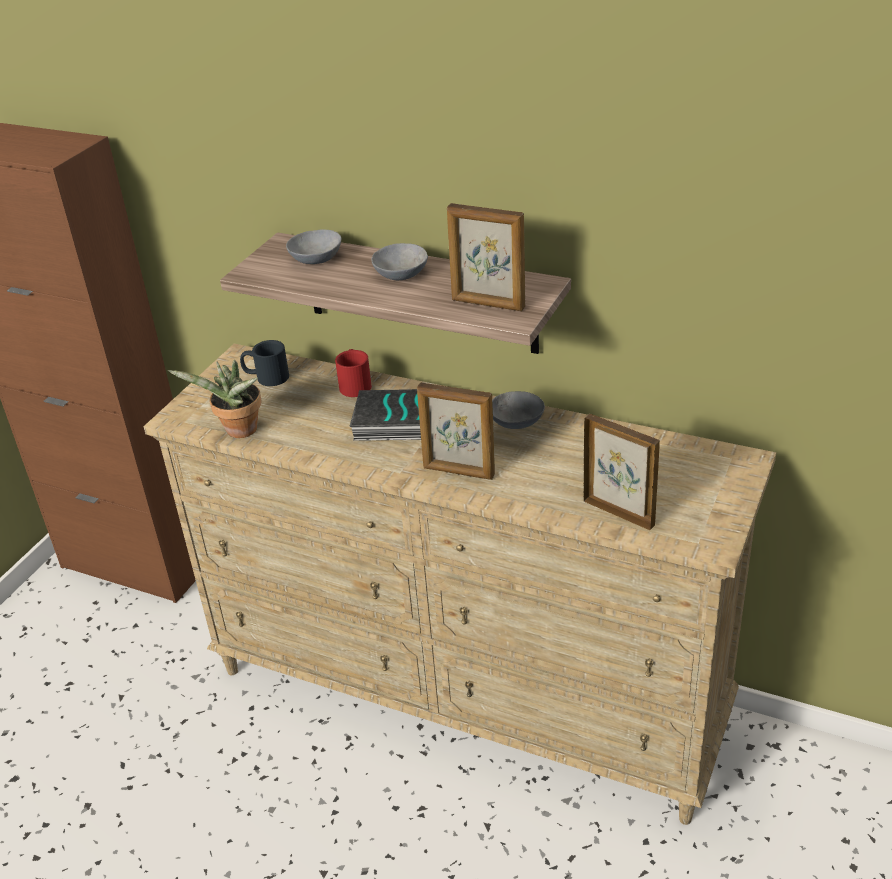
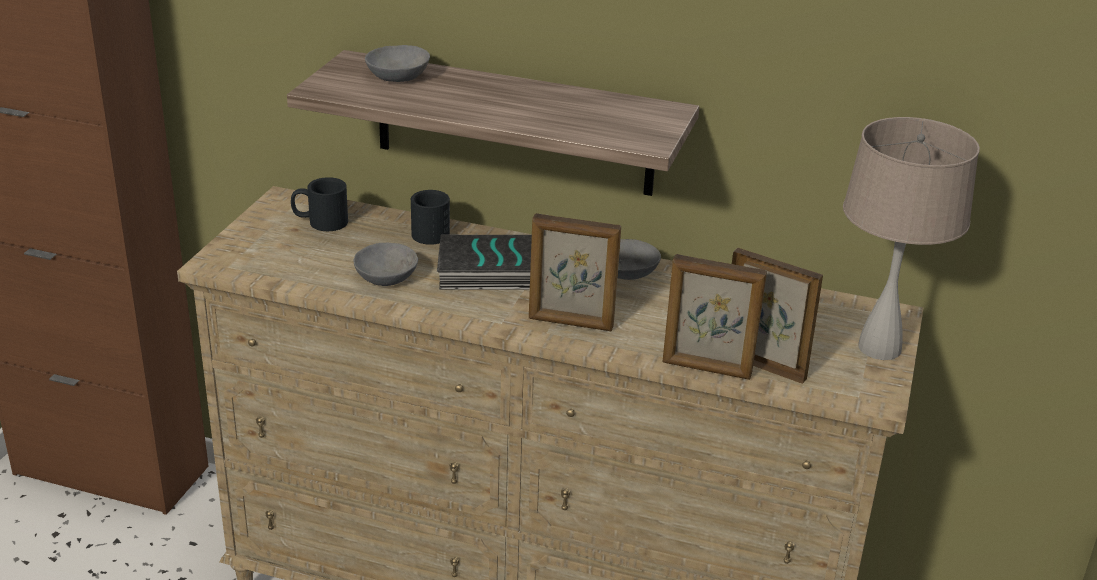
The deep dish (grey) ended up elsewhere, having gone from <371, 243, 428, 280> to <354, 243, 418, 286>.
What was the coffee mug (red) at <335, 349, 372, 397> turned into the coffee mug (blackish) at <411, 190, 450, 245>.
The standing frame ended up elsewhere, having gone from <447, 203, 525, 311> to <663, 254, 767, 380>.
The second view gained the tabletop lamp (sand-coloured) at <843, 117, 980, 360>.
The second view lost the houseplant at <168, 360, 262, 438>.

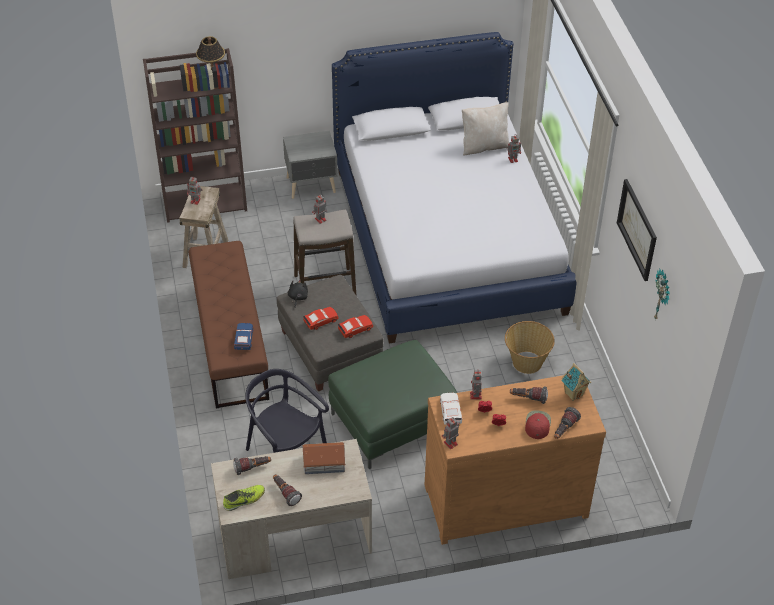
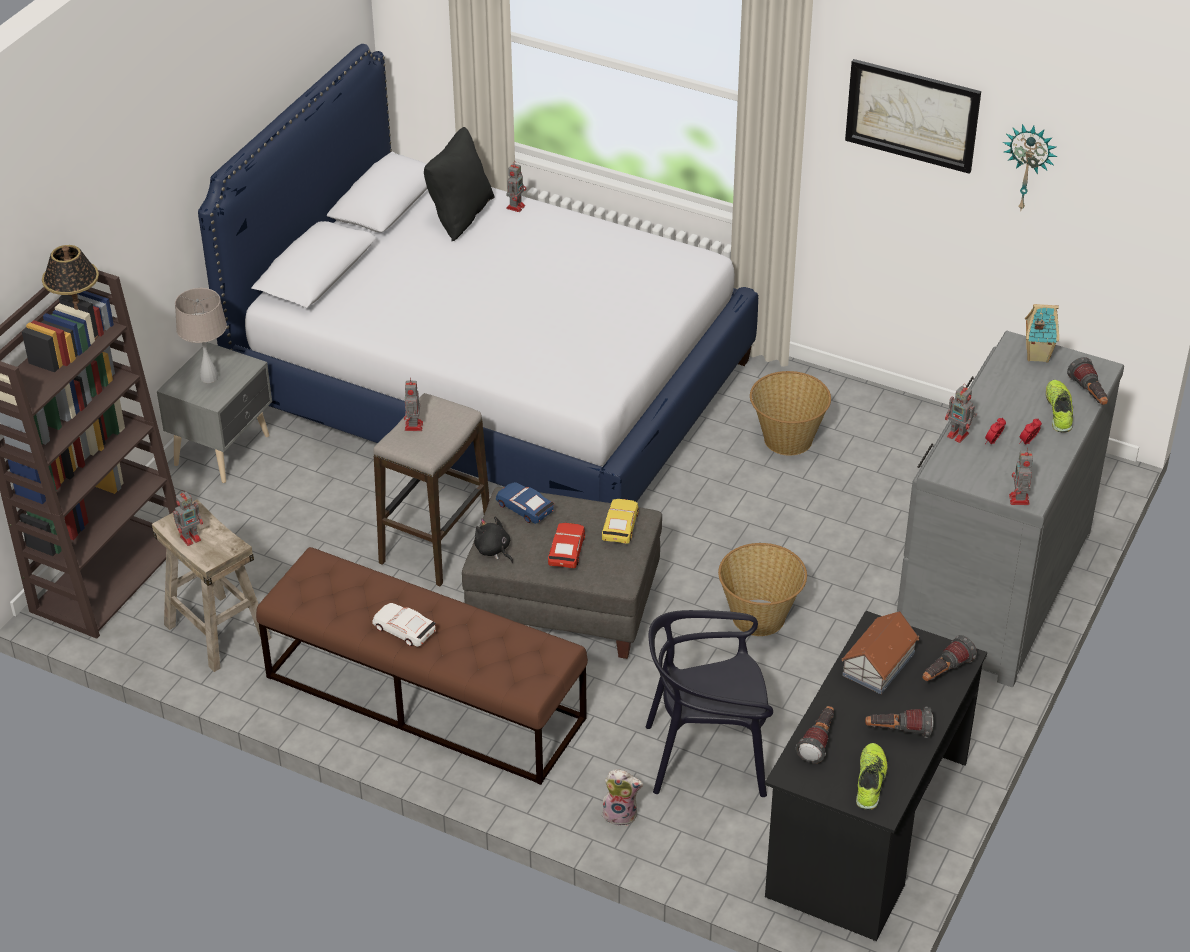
The second view gained the tabletop lamp (sand-coloured) at <175, 288, 227, 383>.
The toy car (whitish) ended up elsewhere, having gone from <440, 393, 462, 425> to <372, 603, 436, 647>.
What was the cushion (sand-coloured) at <462, 102, 509, 156> turned into the cushion (blackish) at <424, 127, 495, 241>.
The toy car (blue-coloured) ended up elsewhere, having gone from <234, 323, 253, 350> to <496, 482, 554, 524>.
What was the toy car (red) at <338, 315, 373, 338> turned into the toy car (yellow) at <602, 499, 639, 544>.
The second view gained the plush toy at <602, 769, 643, 826>.
Where the ottoman (green) stood at <328, 340, 457, 469>, the basket came to stand at <718, 543, 807, 636>.
What was the desk unit (sand-coloured) at <211, 439, 372, 579> turned into the desk unit (blackish) at <765, 611, 987, 941>.
What was the dresser (brownish) at <425, 375, 606, 545> turned into the dresser (grey) at <897, 331, 1124, 687>.
The hand torch ended up elsewhere, having gone from <510, 386, 548, 404> to <922, 635, 977, 681>.
Where the cap (red) stood at <525, 410, 551, 439>, the item of footwear came to stand at <1046, 380, 1073, 432>.

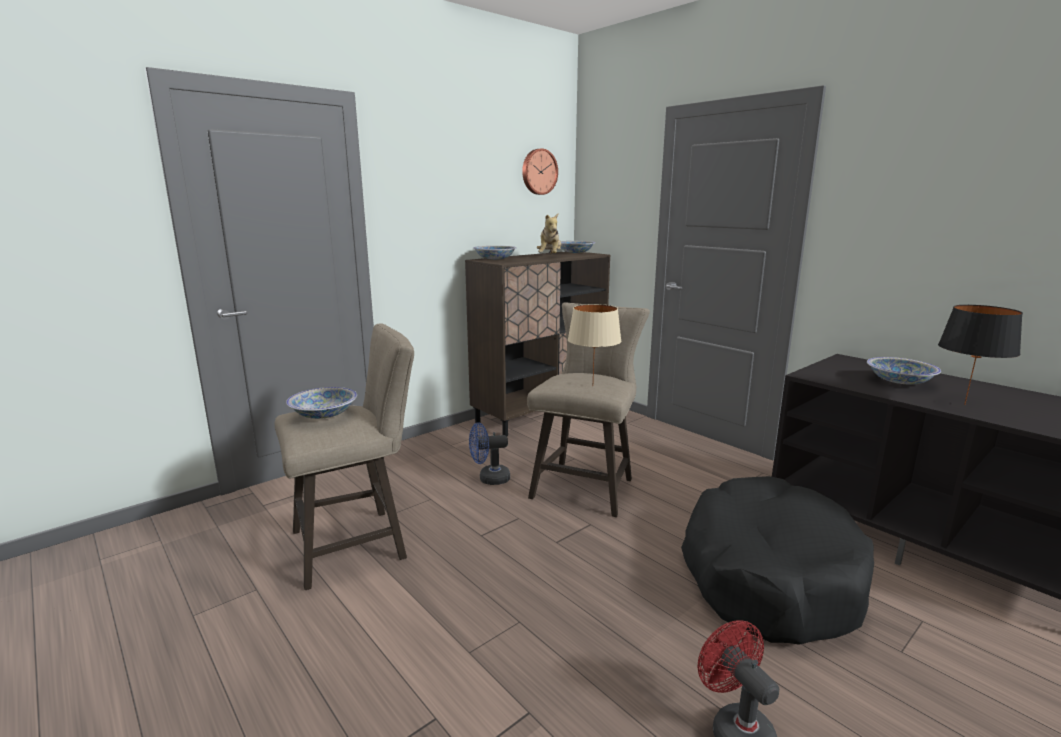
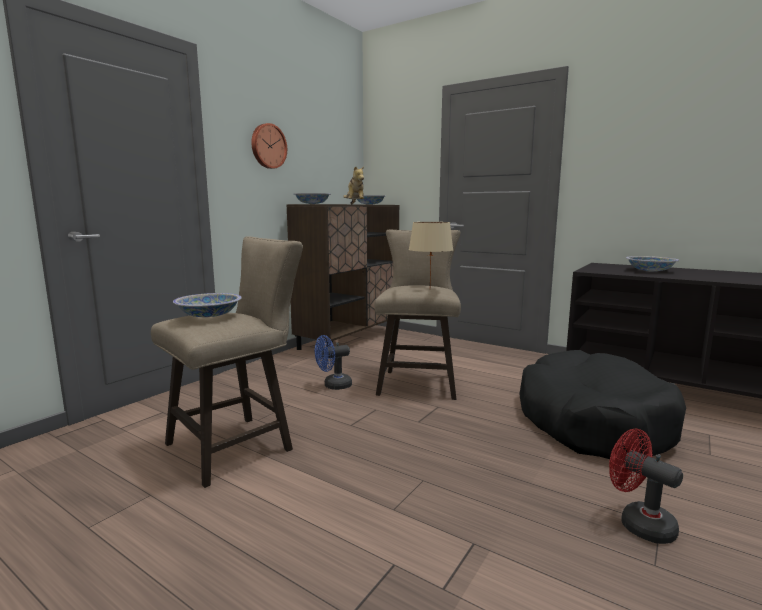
The wall clock ended up elsewhere, having gone from <522, 149, 558, 195> to <251, 123, 287, 169>.
The second view lost the tabletop lamp (blackish) at <938, 305, 1023, 405>.

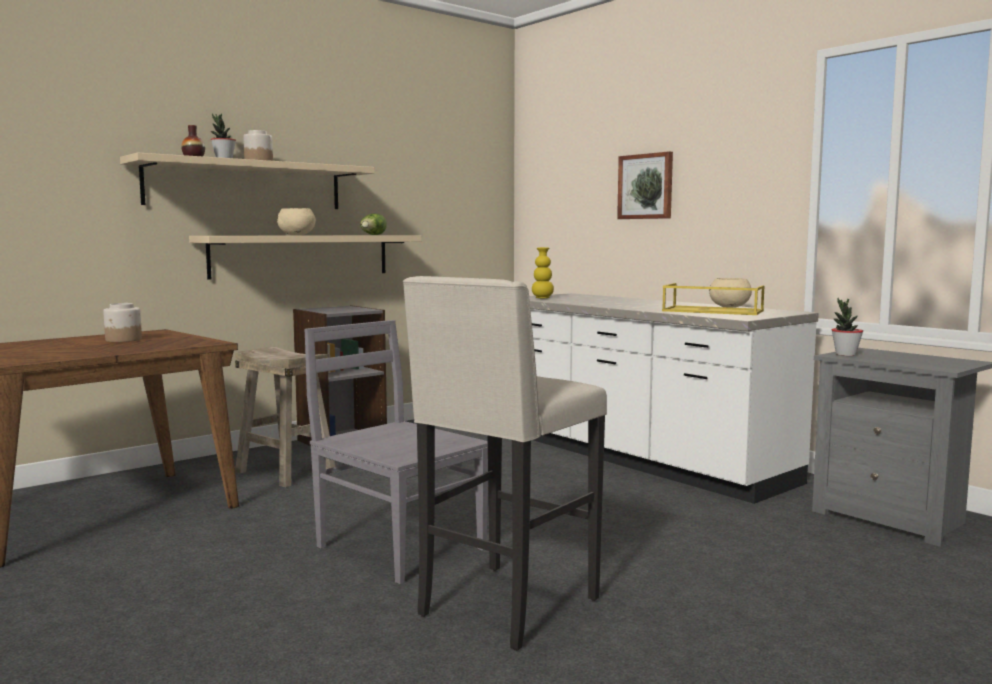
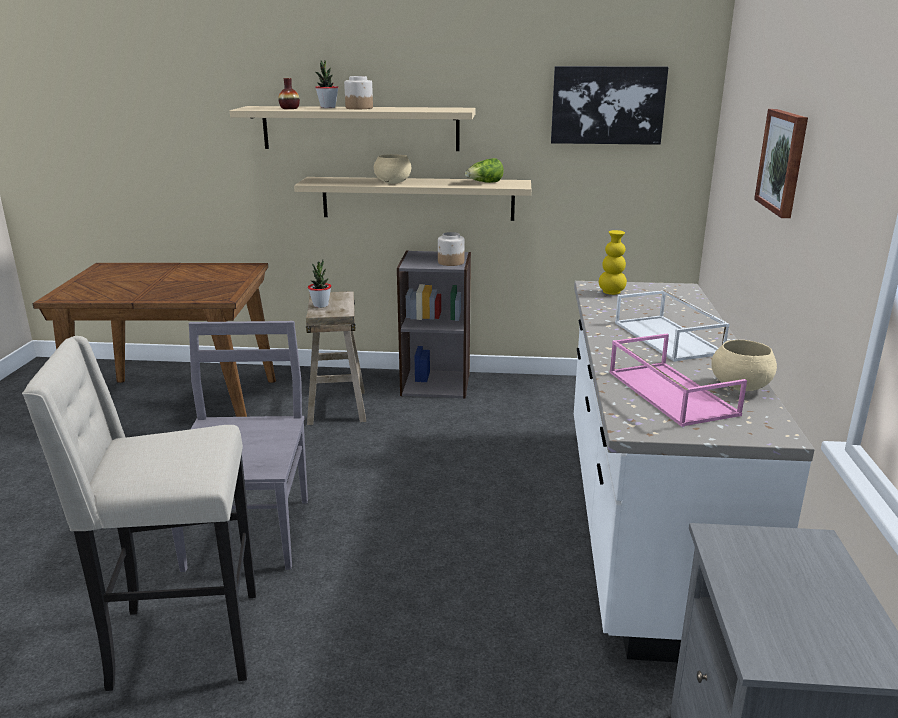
The houseplant ended up elsewhere, having gone from <832, 298, 863, 356> to <308, 260, 331, 308>.
The jar ended up elsewhere, having gone from <103, 303, 142, 342> to <438, 232, 465, 266>.
The second view gained the wall art at <551, 66, 669, 145>.
What was the tray (yellow) at <662, 283, 764, 315> turned into the tray (pinkish) at <610, 334, 747, 427>.
The second view gained the tray (whitish) at <615, 290, 730, 362>.

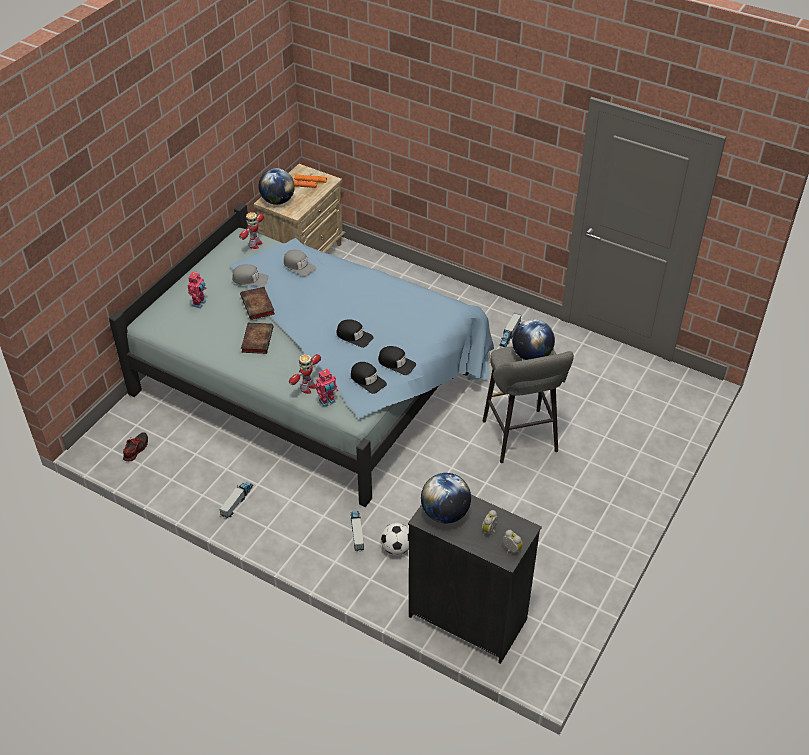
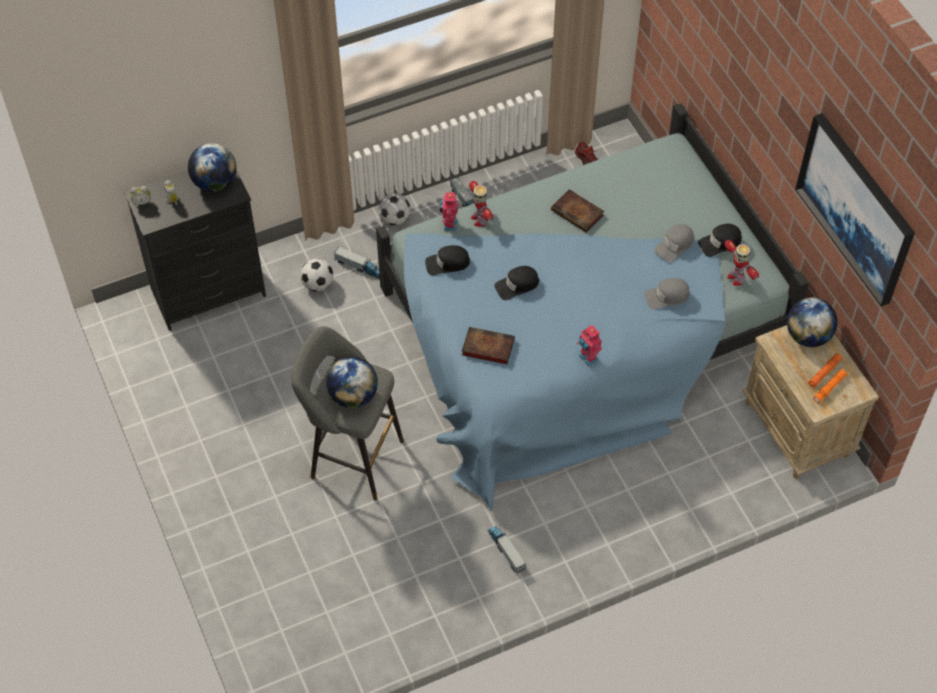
The second view gained the ball for football at <378, 193, 410, 225>.
The book ended up elsewhere, having gone from <240, 287, 275, 320> to <462, 327, 515, 364>.
The model robot ended up elsewhere, having gone from <187, 272, 206, 309> to <577, 325, 602, 366>.
The cap (blackish) ended up elsewhere, having gone from <378, 346, 416, 375> to <698, 224, 742, 257>.
The second view gained the wall art at <795, 113, 915, 307>.

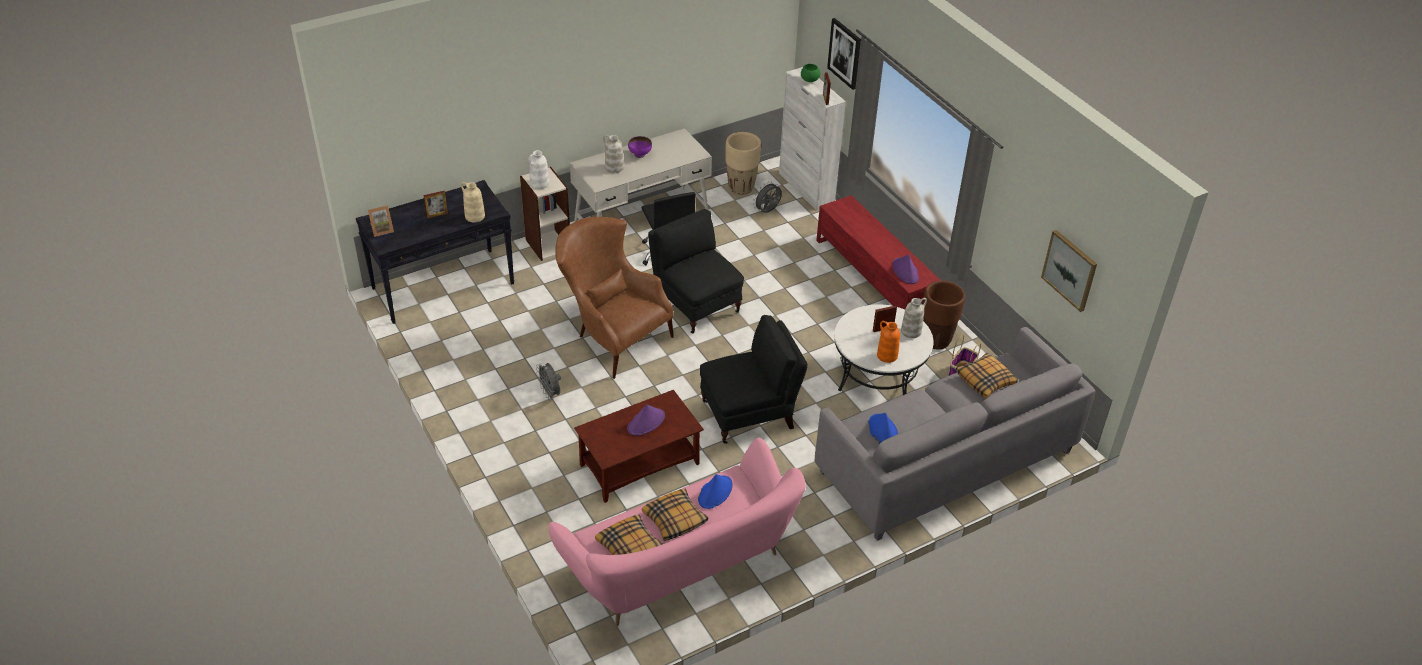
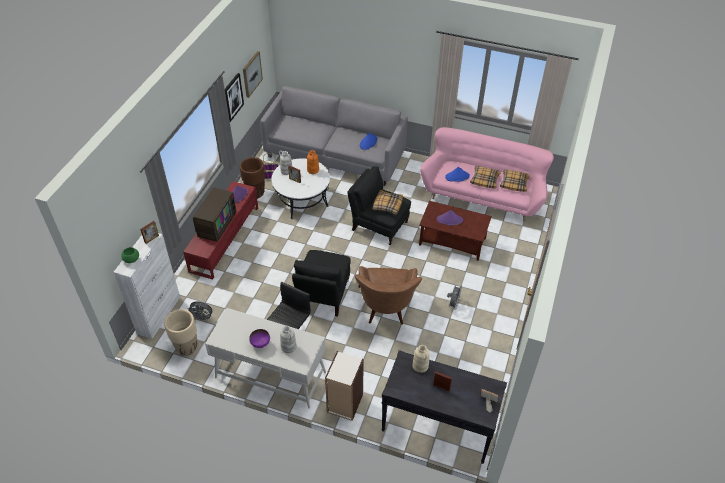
The second view gained the TV set at <193, 187, 237, 242>.
The wall art ended up elsewhere, having gone from <827, 18, 861, 90> to <225, 73, 244, 122>.
The cushion ended up elsewhere, having gone from <956, 353, 1018, 398> to <373, 190, 403, 215>.
The second view lost the vase (whitish) at <529, 150, 549, 189>.

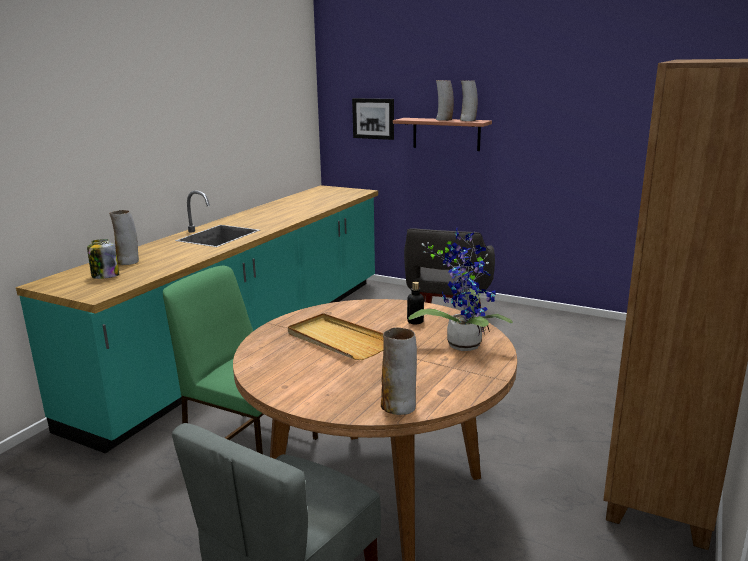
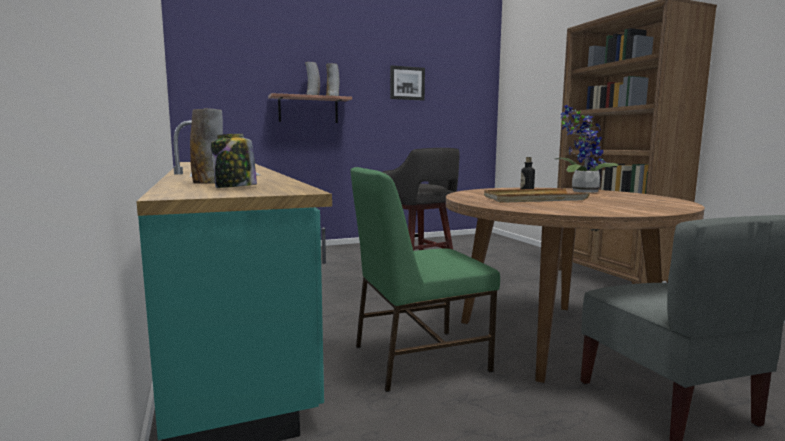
The wall art ended up elsewhere, having gone from <352, 98, 394, 140> to <390, 65, 425, 100>.
The second view lost the vase at <381, 327, 417, 415>.

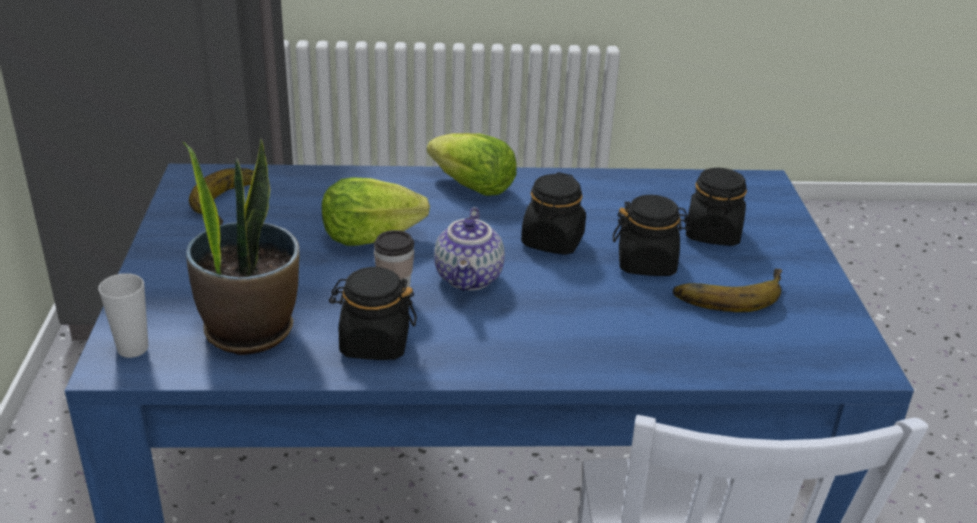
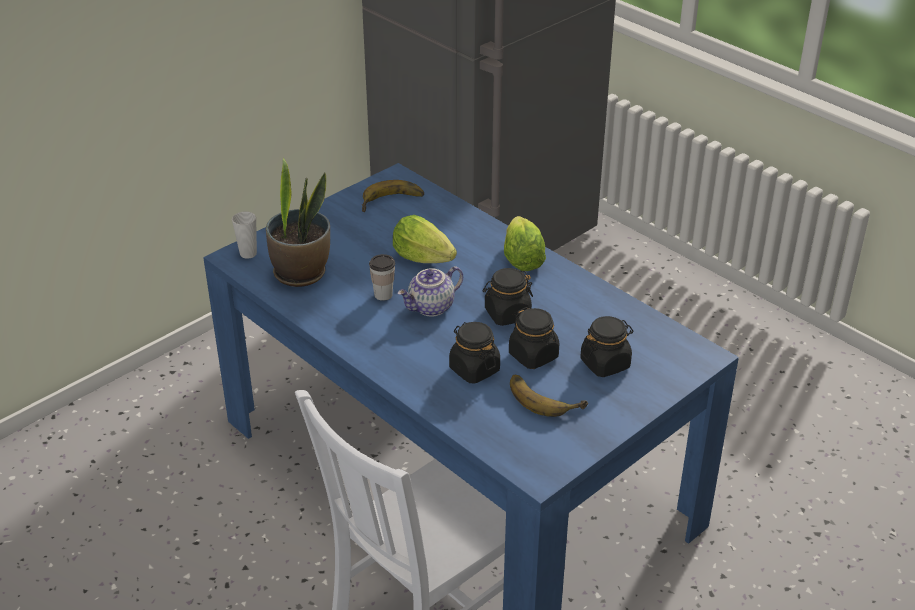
The jar (blackish) ended up elsewhere, having gone from <329, 267, 417, 360> to <449, 322, 500, 384>.

